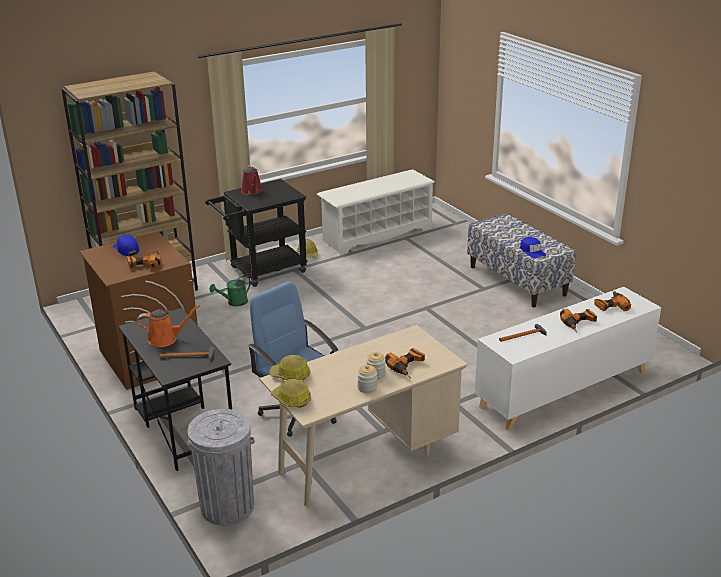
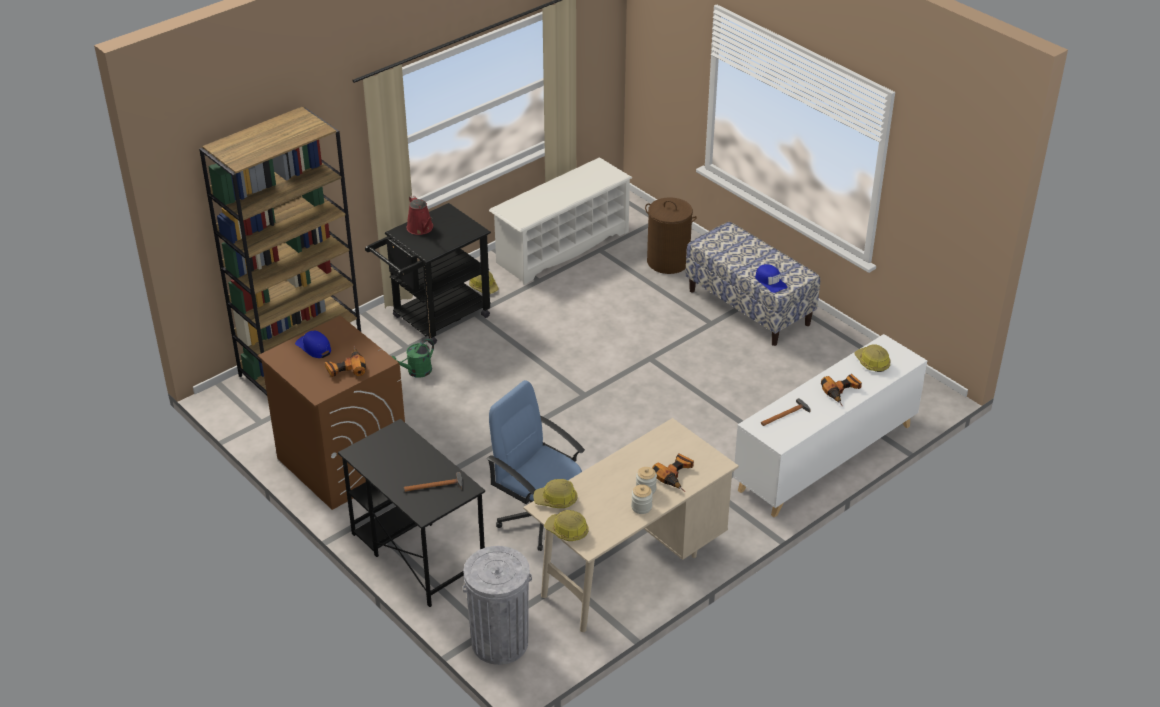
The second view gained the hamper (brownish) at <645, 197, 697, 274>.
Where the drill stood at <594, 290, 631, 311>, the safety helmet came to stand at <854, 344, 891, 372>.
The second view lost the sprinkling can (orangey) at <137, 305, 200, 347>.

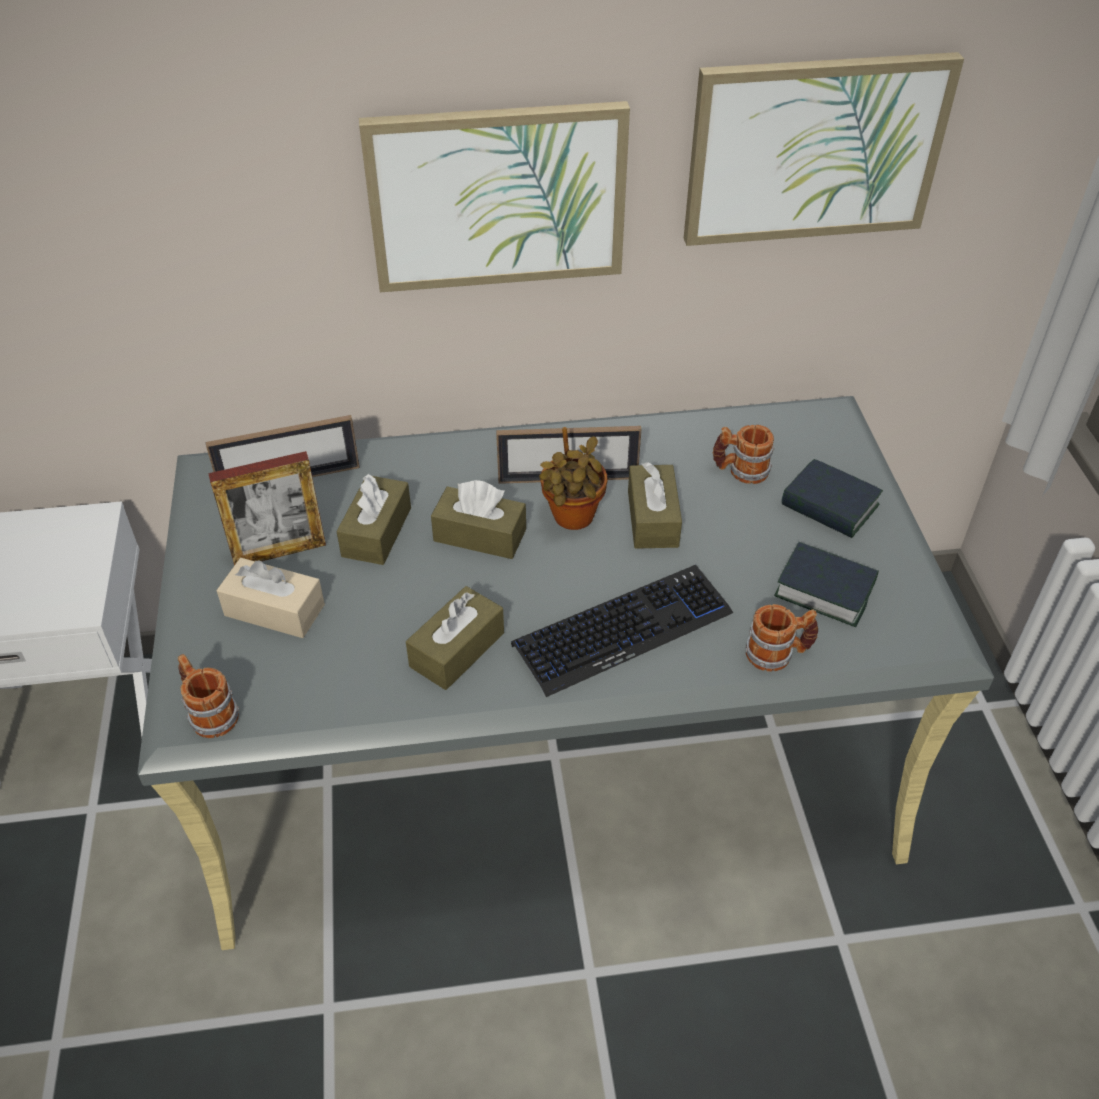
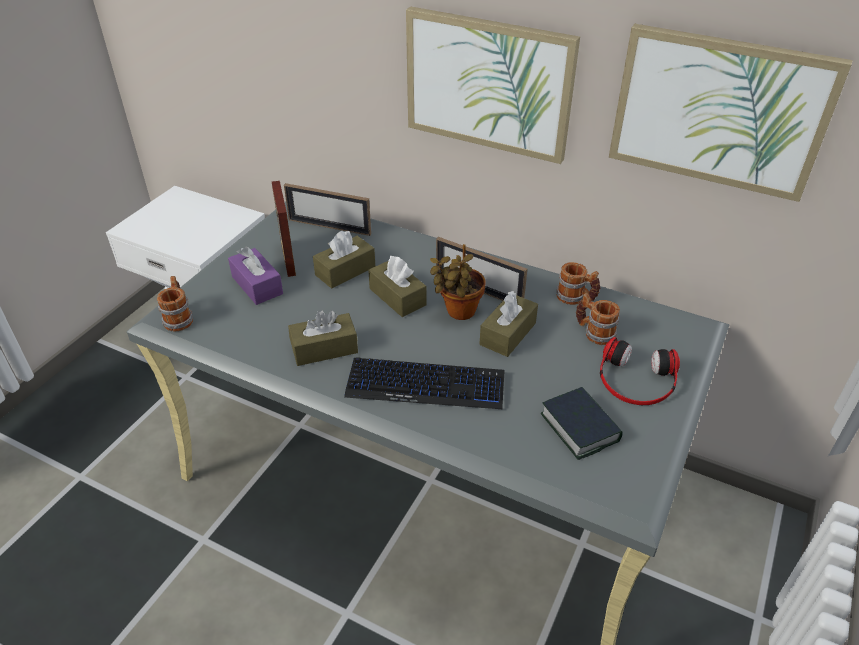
What was the tissue box (sand-coloured) at <216, 558, 325, 638> turned into the tissue box (purplish) at <228, 247, 283, 305>.
The standing frame at <208, 451, 326, 565> ended up facing another way, 60 degrees clockwise from before.
The coffee mug ended up elsewhere, having gone from <745, 604, 818, 672> to <556, 262, 600, 305>.
Where the book stood at <781, 459, 883, 538>, the pair of headphones came to stand at <600, 337, 680, 405>.

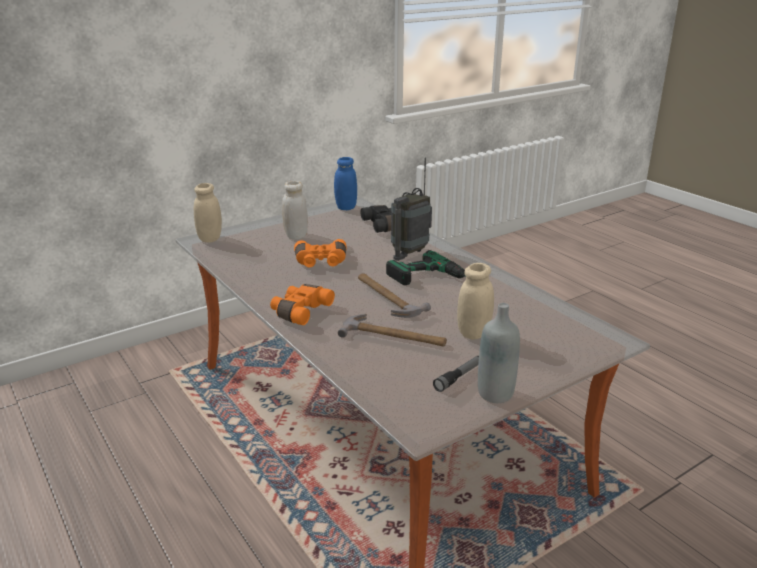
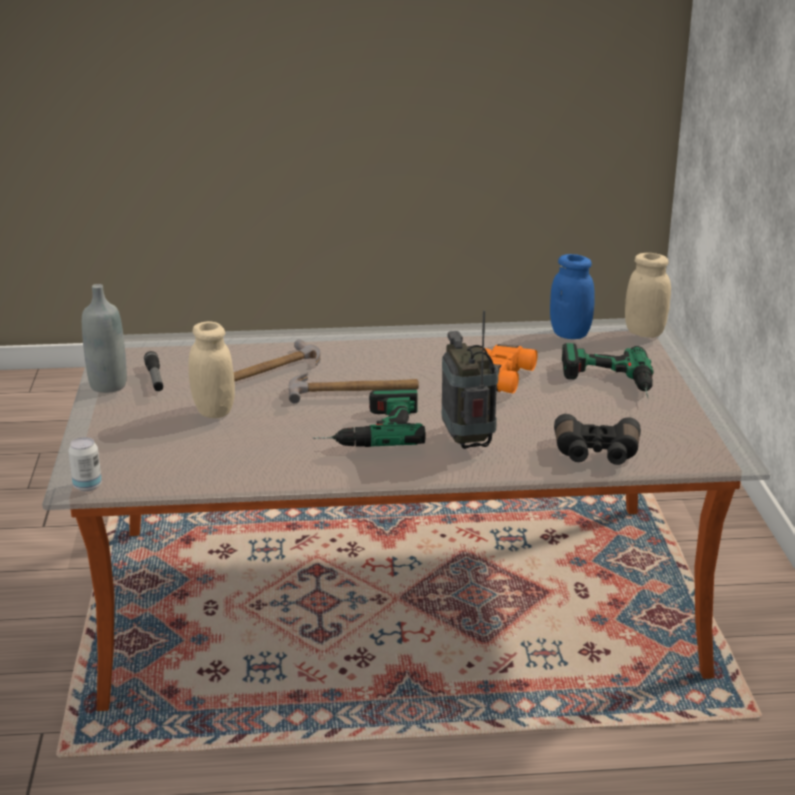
The second view gained the metal can at <68, 437, 102, 491>.
The jar (blue-coloured) ended up elsewhere, having gone from <334, 157, 357, 210> to <550, 254, 595, 339>.
Where the jar (whitish) stood at <282, 181, 308, 239>, the drill came to stand at <562, 343, 654, 397>.
The second view lost the field glasses (orangey) at <270, 284, 335, 325>.

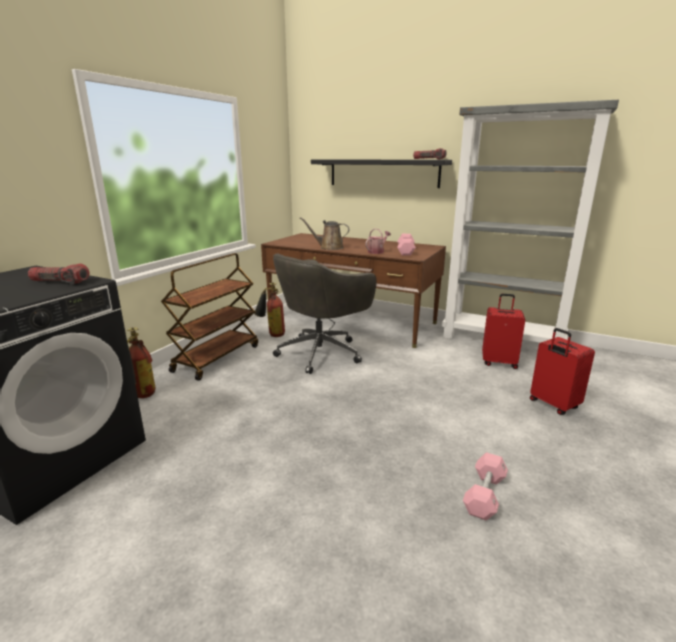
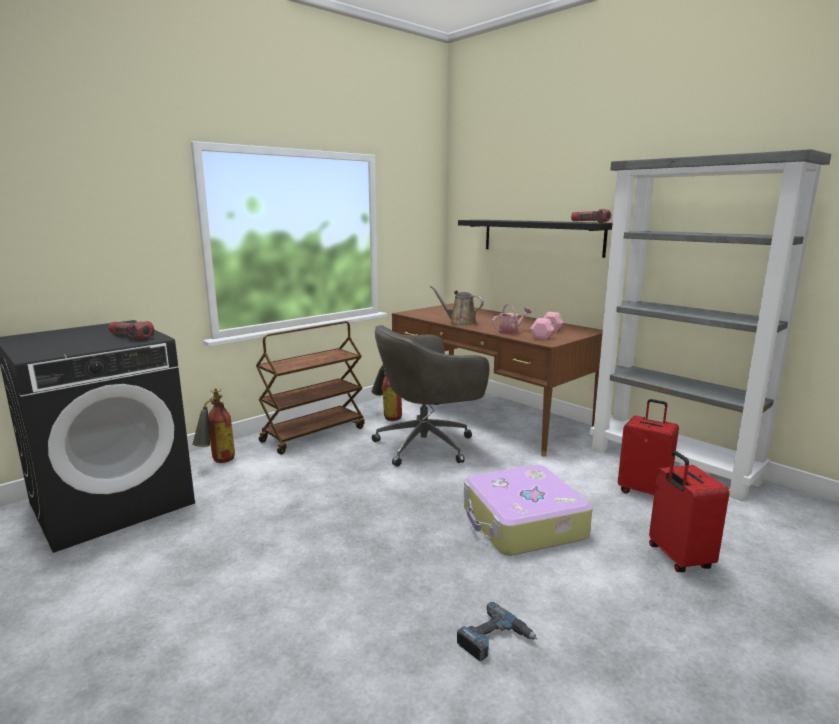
Where the dumbbell (pinkish) stood at <463, 452, 508, 521>, the drill came to stand at <457, 602, 537, 661>.
The second view gained the travel case at <464, 465, 593, 556>.

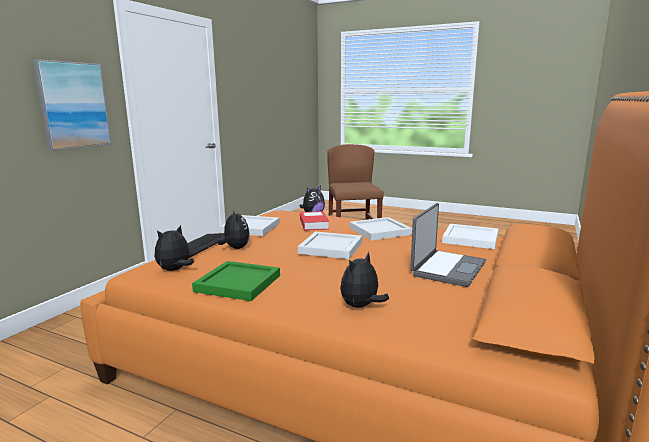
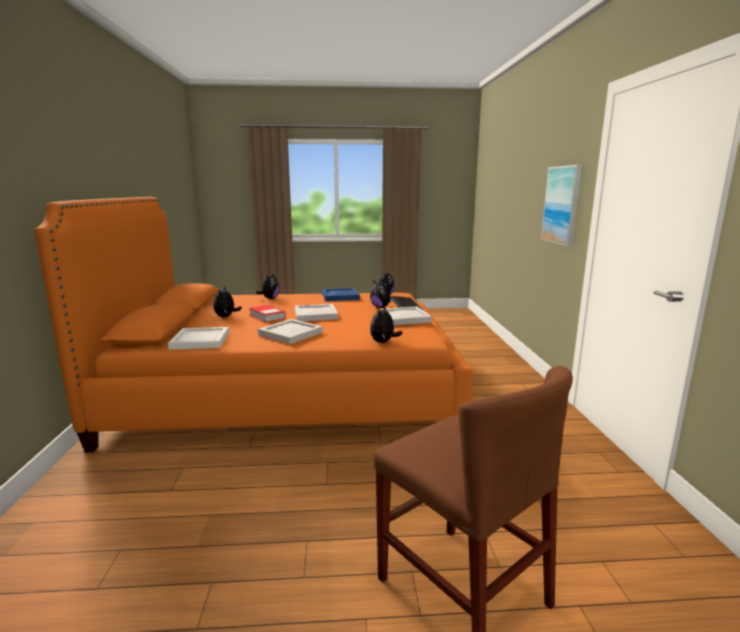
Where the laptop stood at <410, 203, 486, 287>, the plush toy came to stand at <213, 286, 242, 317>.
The book ended up elsewhere, having gone from <300, 211, 329, 231> to <249, 305, 286, 323>.
What was the tray (green) at <192, 261, 280, 301> turned into the tray (blue-coloured) at <322, 288, 360, 301>.

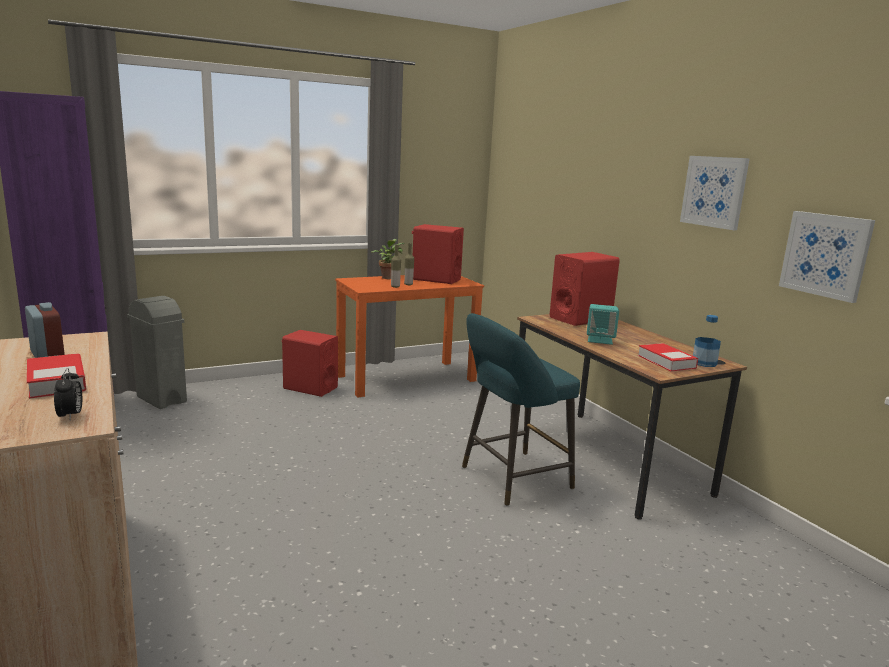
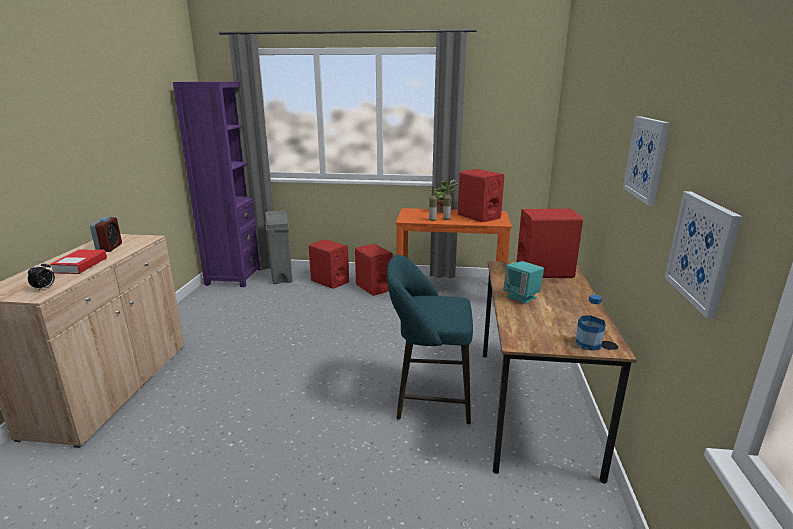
The second view gained the speaker (red) at <309, 239, 349, 289>.
The second view lost the book at <638, 343, 698, 371>.

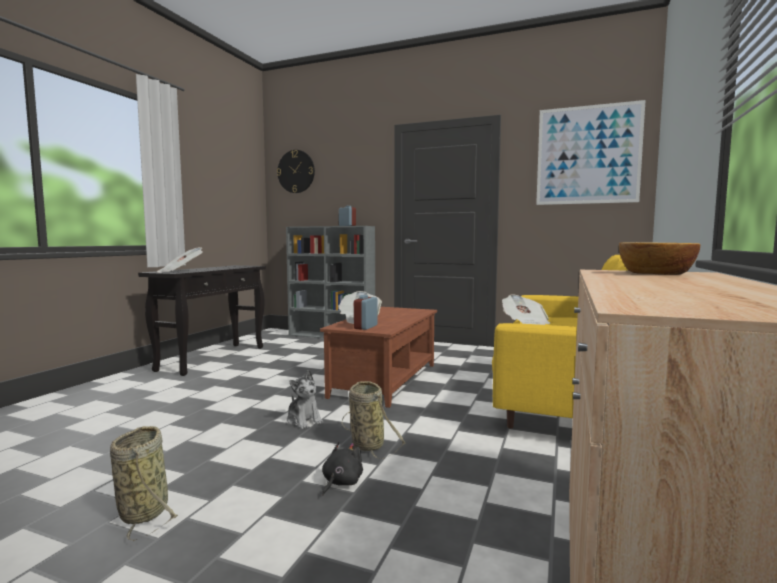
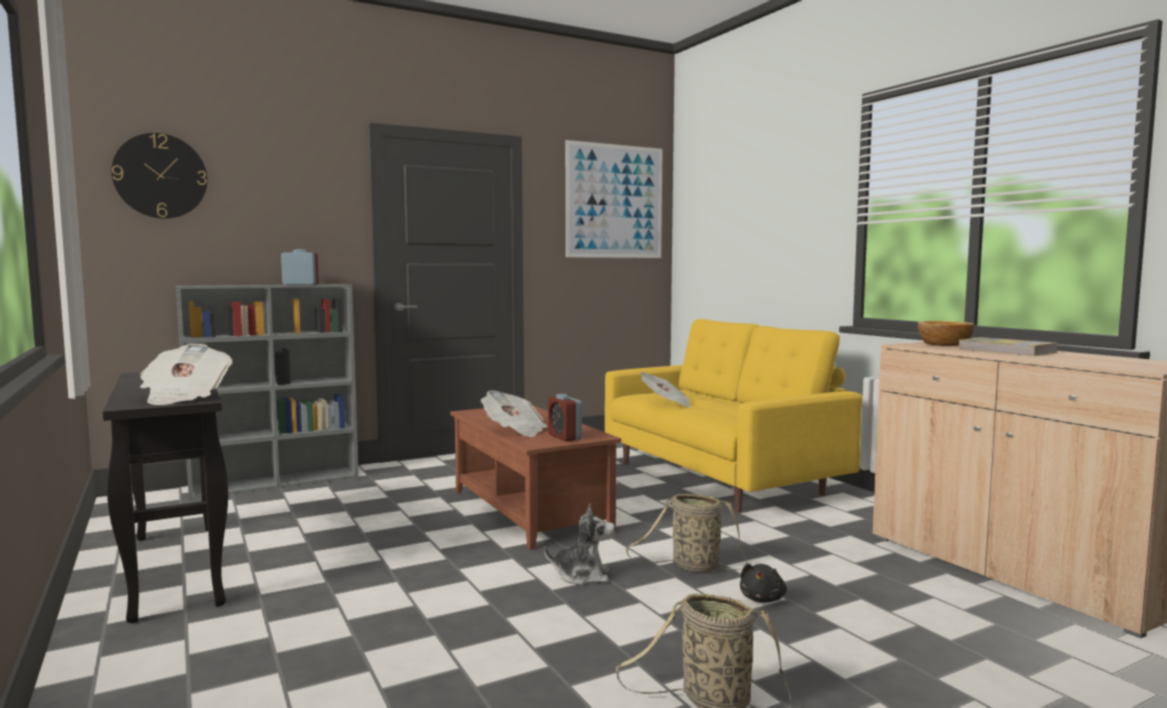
The plush toy (blackish) at <322, 442, 363, 496> ended up facing another way, 135 degrees counterclockwise from before.
The second view gained the book at <958, 337, 1058, 356>.

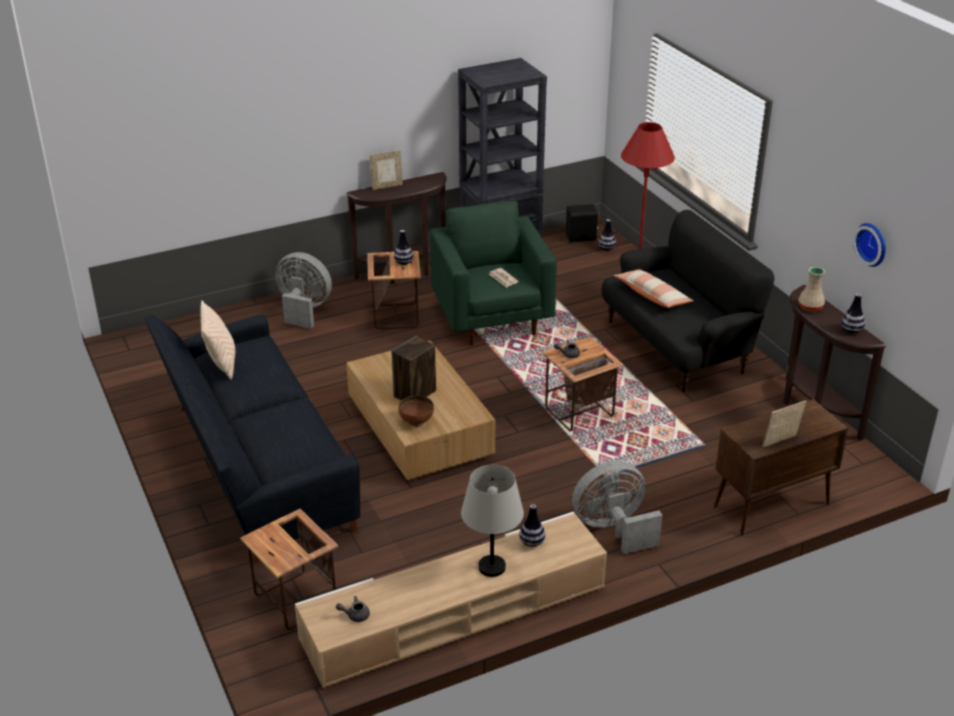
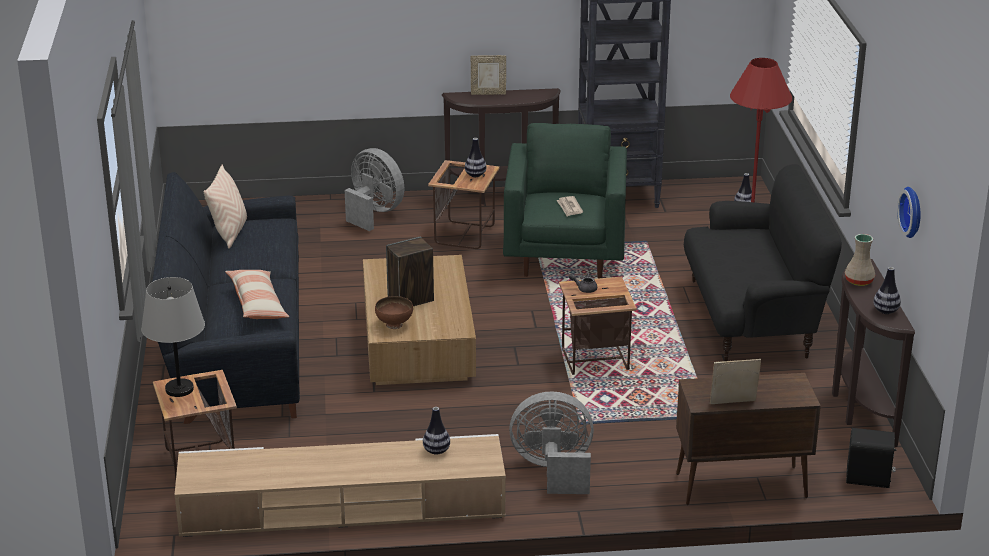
The tabletop lamp (grey) ended up elsewhere, having gone from <461, 465, 524, 577> to <141, 277, 205, 397>.
The cushion ended up elsewhere, having gone from <614, 269, 693, 308> to <225, 270, 289, 319>.
The speaker (blackish) ended up elsewhere, having gone from <566, 204, 599, 242> to <846, 428, 897, 488>.
The second view lost the pot for tea (grey) at <336, 596, 370, 622>.

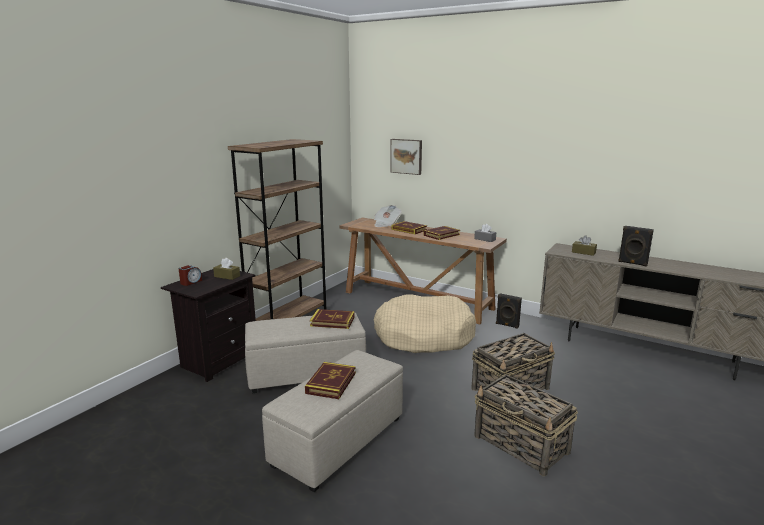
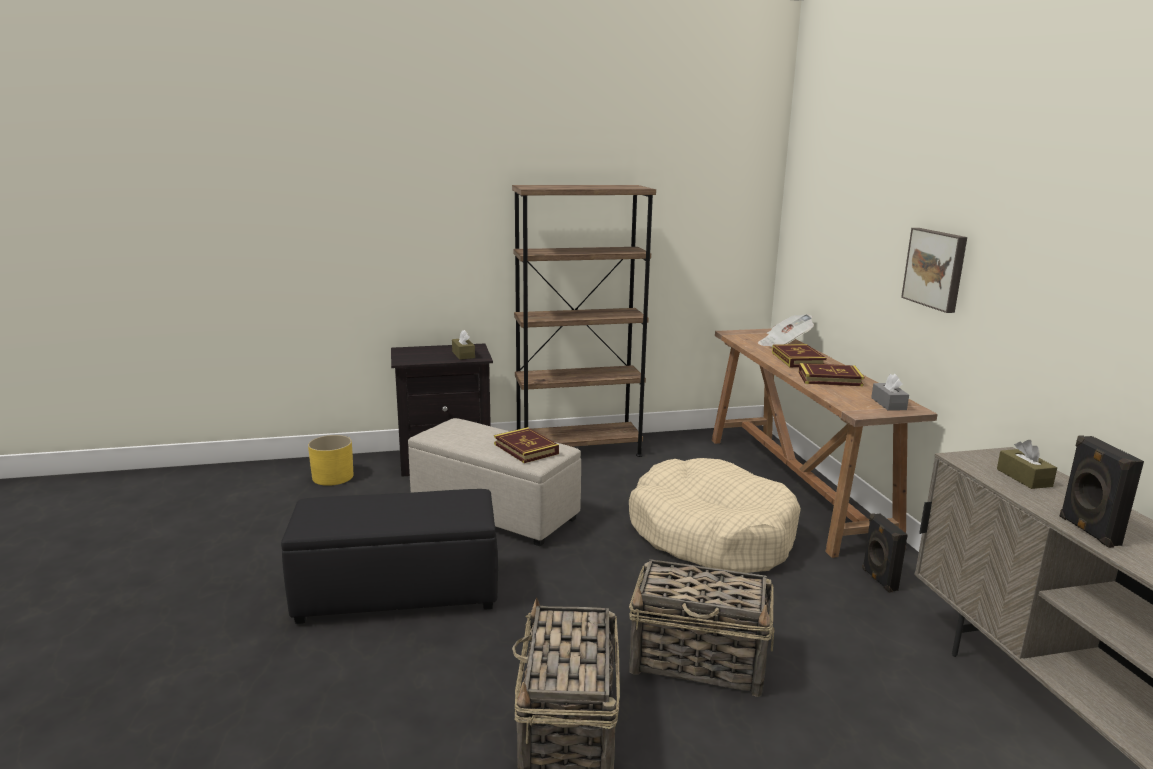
What was the ottoman (sand-coloured) at <262, 350, 403, 492> turned into the ottoman (blackish) at <281, 489, 498, 624>.
The second view gained the plant pot (yellow) at <308, 435, 353, 486>.
The wall art ended up elsewhere, having gone from <390, 139, 422, 175> to <901, 228, 967, 313>.
The second view lost the bedside clock at <179, 265, 202, 286>.
The second view lost the book at <305, 362, 356, 399>.

